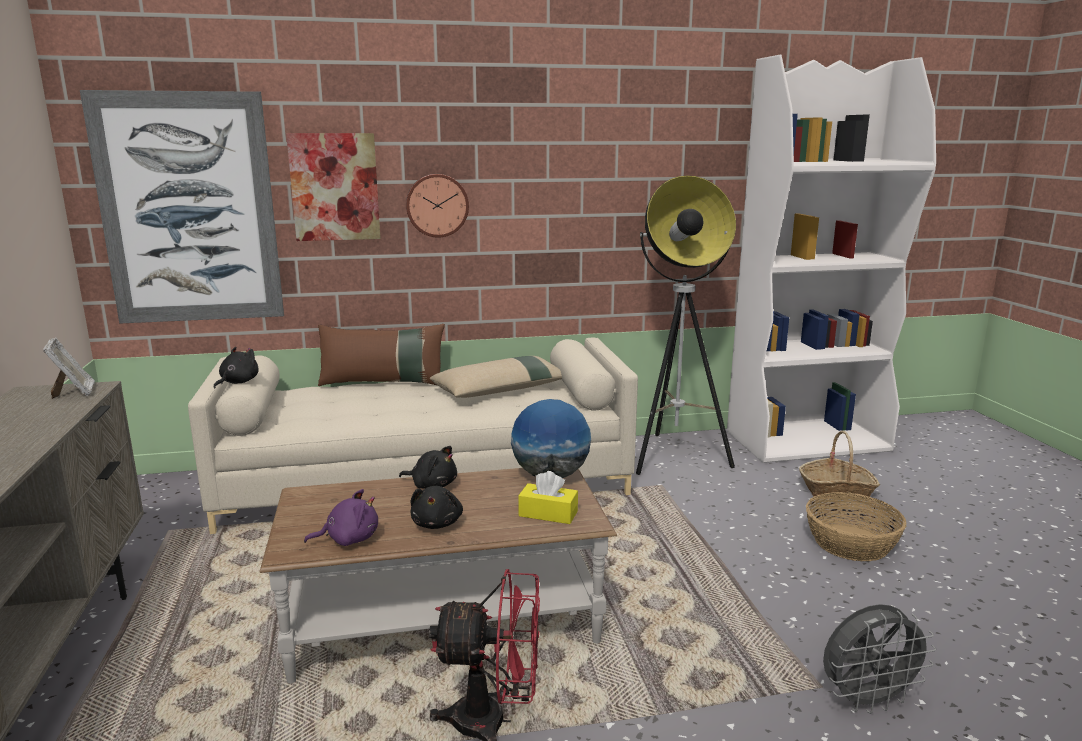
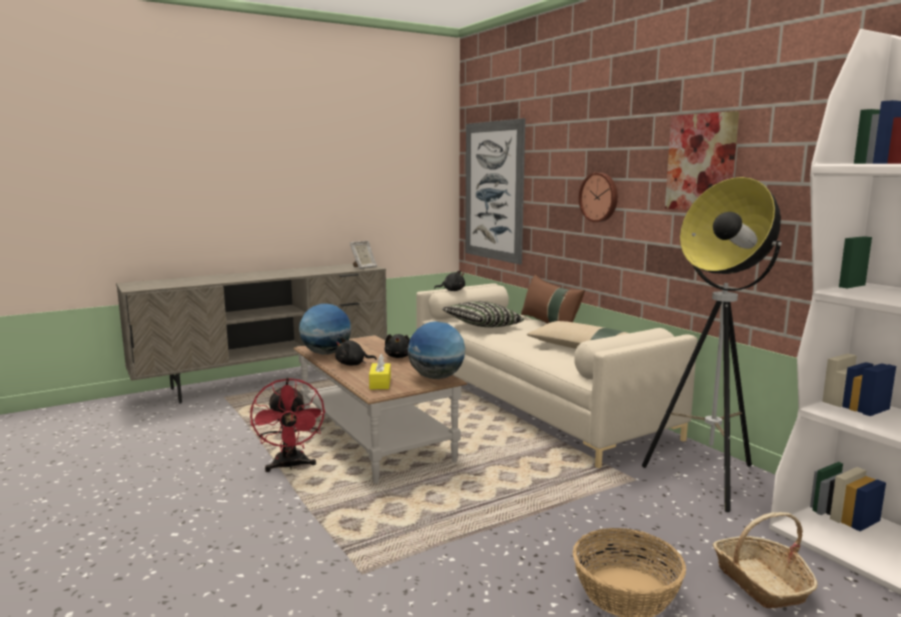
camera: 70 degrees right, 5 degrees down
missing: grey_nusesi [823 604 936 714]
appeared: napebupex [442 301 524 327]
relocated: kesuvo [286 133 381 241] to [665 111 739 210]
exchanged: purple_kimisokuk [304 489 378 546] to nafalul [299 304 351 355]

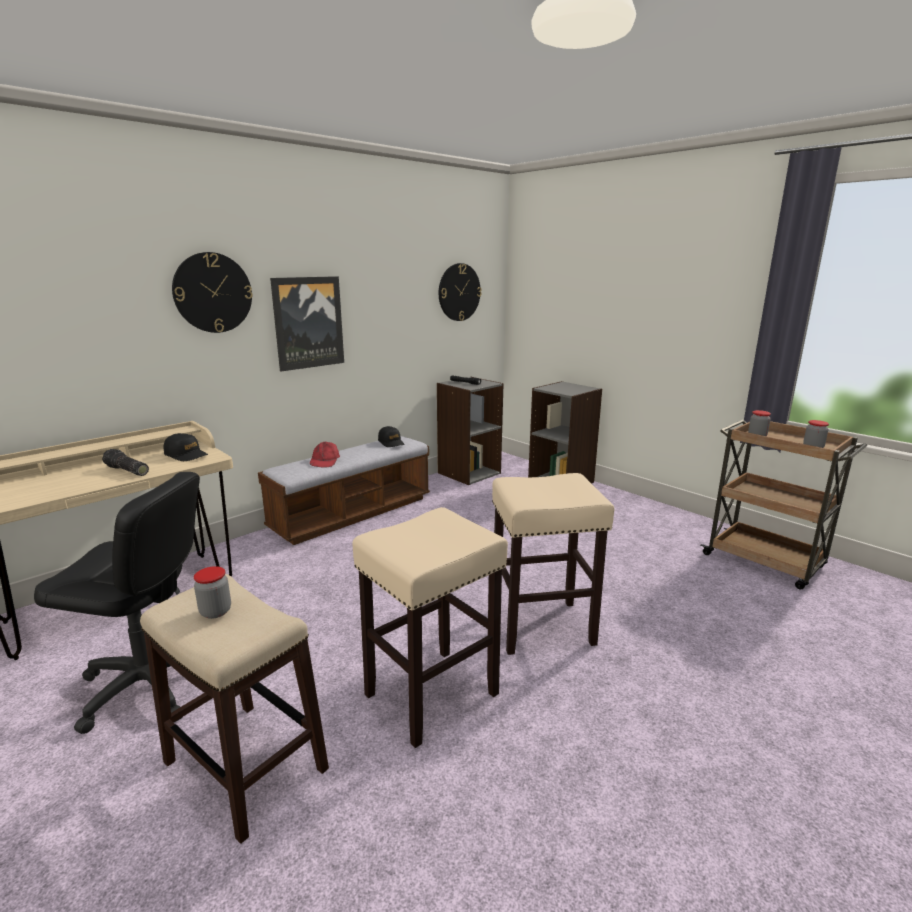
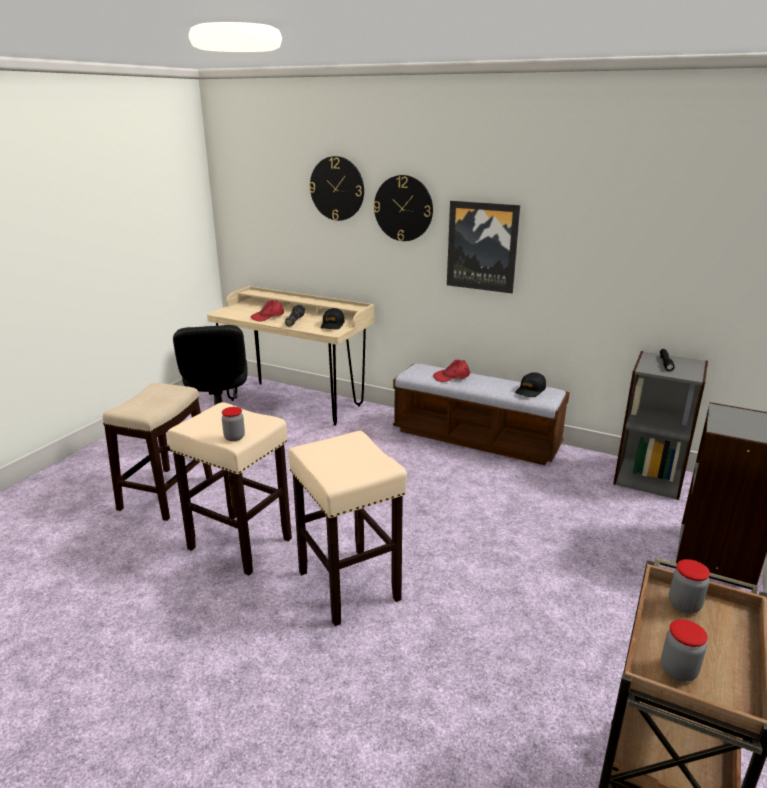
camera: 70 degrees right, 5 degrees up
appeared: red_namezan [251 300 284 322]
relocated: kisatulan [439 263 482 321] to [309 156 364 221]; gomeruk [194 566 231 619] to [222 407 245 441]

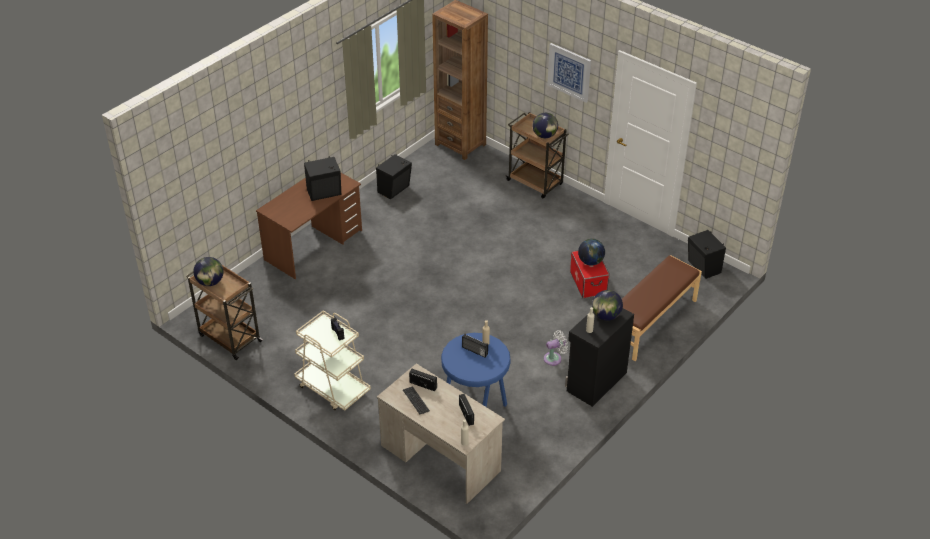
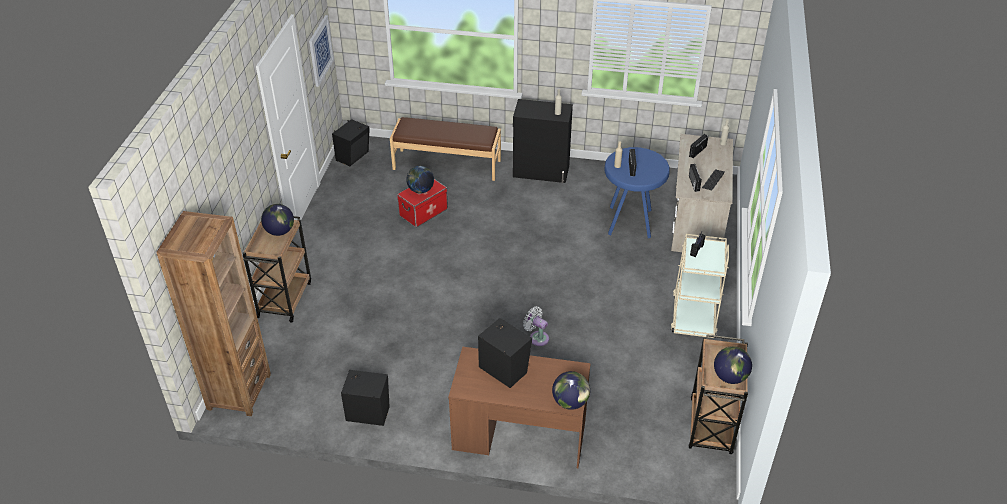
camera: 120 degrees left, 0 degrees up
relocated: kesuvo [547 43 591 103] to [309 15 334 87]; nafalul [592 290 623 321] to [552 371 590 410]; white_nusesi [544 330 568 366] to [523 307 549 346]

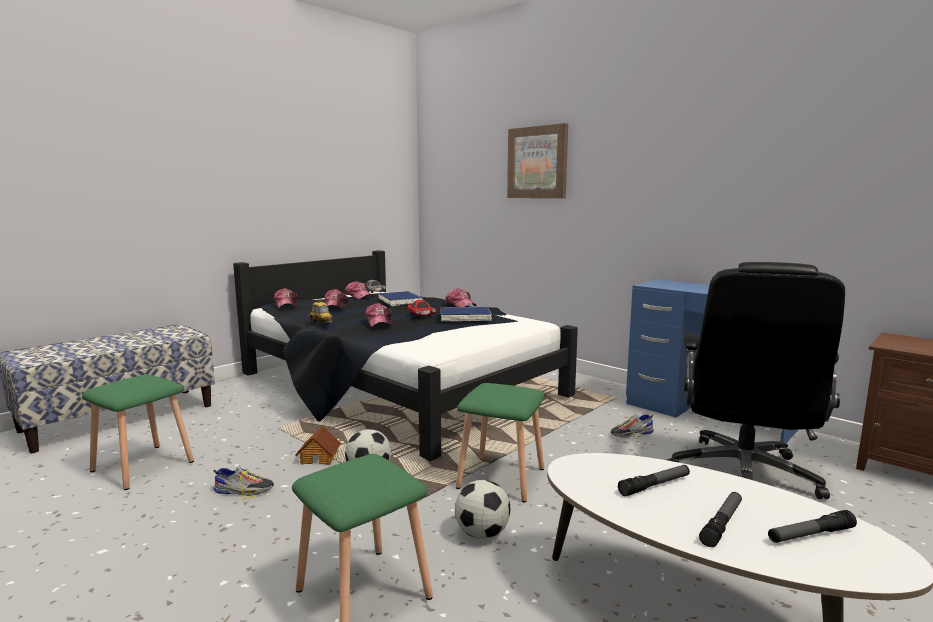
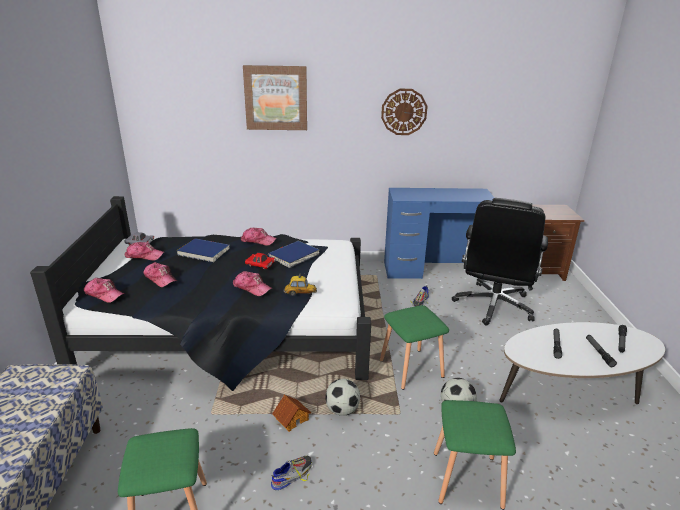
camera: 45 degrees left, 15 degrees up
appeared: kisatulan [381 89 428 135]
relocated: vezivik [308 299 334 325] to [284 273 317 296]
spun: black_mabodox [667 262 845 499] = [452 198 548 326] 45 degrees clockwise

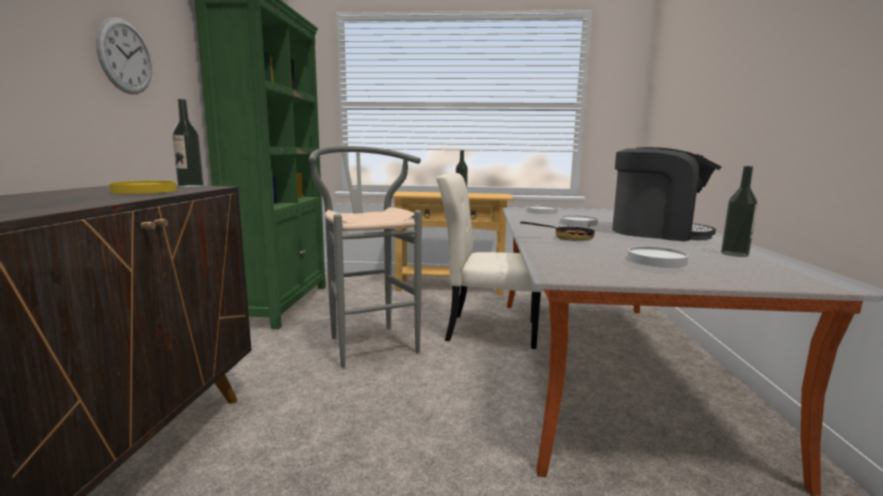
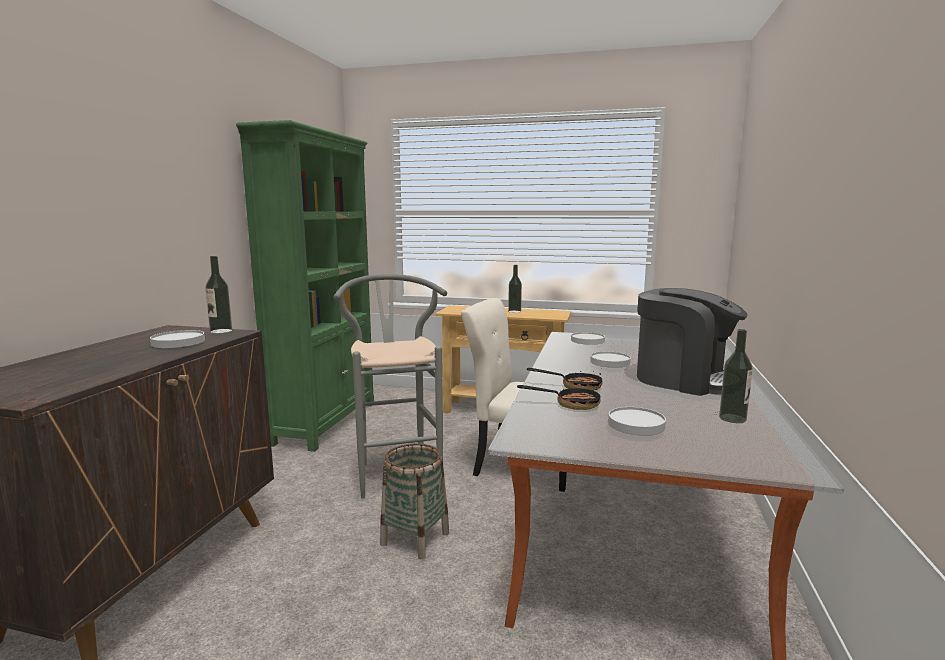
camera: 10 degrees right, 0 degrees up
missing: kisatulan [96 17 152 94]
appeared: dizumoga [517 385 601 410]; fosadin [380 443 449 559]
colour: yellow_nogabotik [109 181 177 194] to white_nogabotik [150 330 205 348]

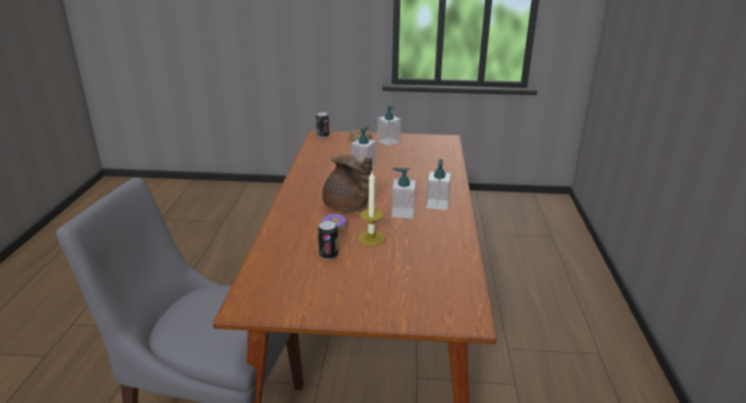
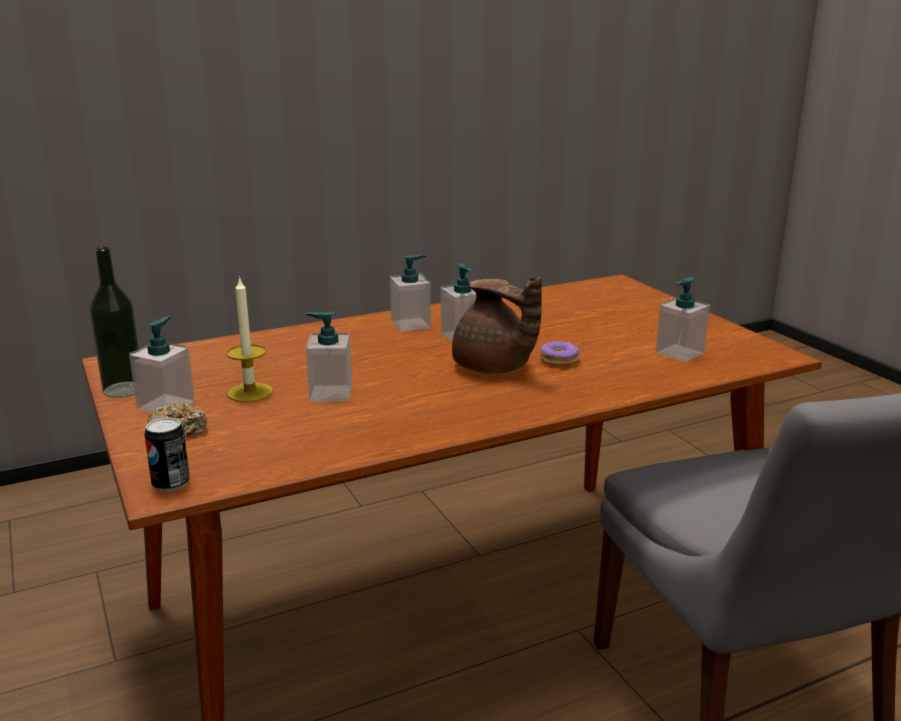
camera: 120 degrees left, 5 degrees down
missing: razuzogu [318 221 338 260]
appeared: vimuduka [90 247 139 398]; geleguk [656 277 710 362]
relocated: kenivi [358 172 385 245] to [226 276 273 402]
spun: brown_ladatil [322 154 372 211] = [452 277 542 373] 120 degrees clockwise

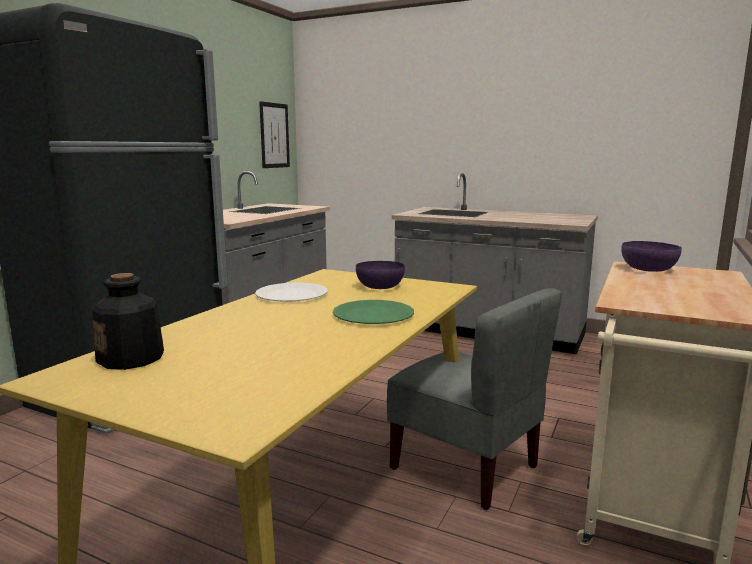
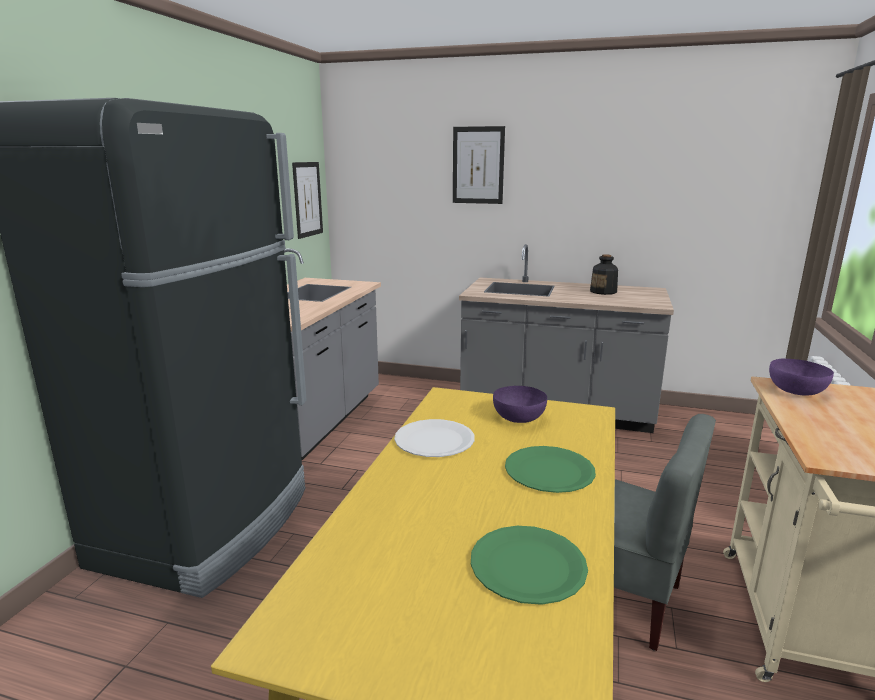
camera: 10 degrees left, 5 degrees up
appeared: kesuvo [453 126 505 204]; green_nogabotik [471 526 588 605]
relocated: vimuduka [92 273 164 370] to [590 254 618 295]

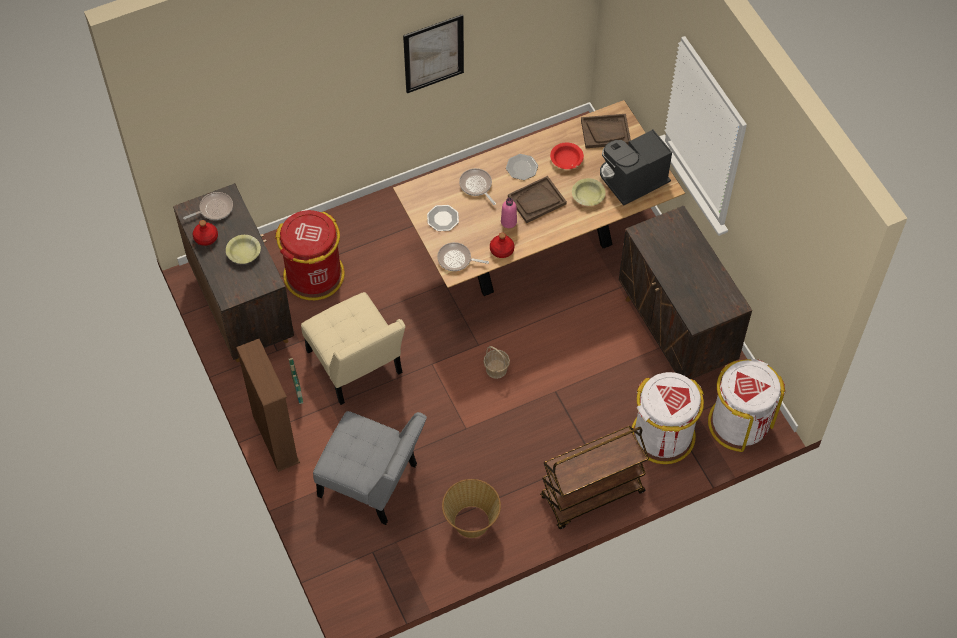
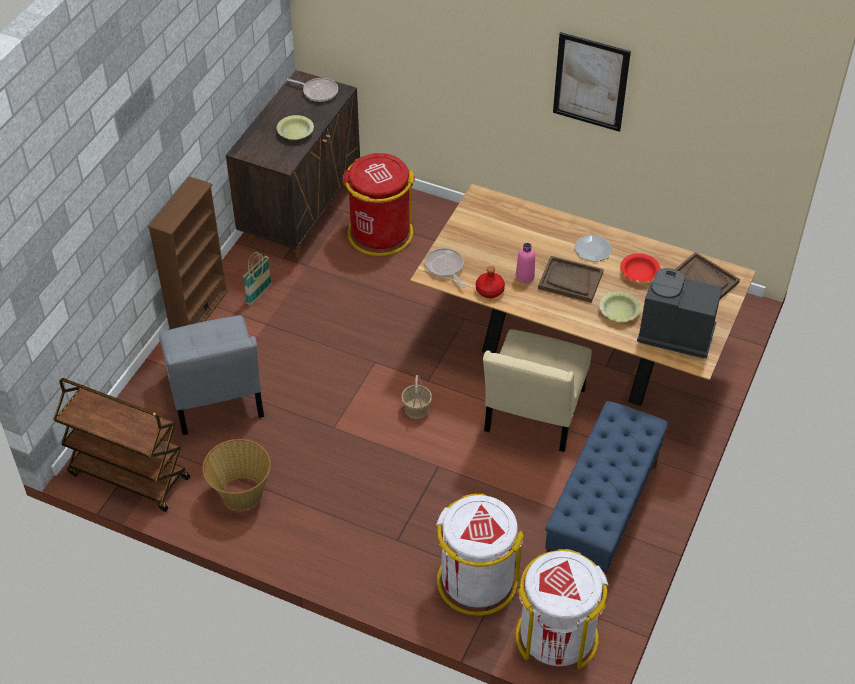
camera: 50 degrees right, 10 degrees down
missing: dizumoga [459 168 496 205]; nogabotik [427 205 459 231]; red_vimuduka [193 220 218 246]
relocated: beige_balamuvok [301 292 405 405] to [483 329 592 452]; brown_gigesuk [540 426 649 529] to [53 378 190 512]
exchanged: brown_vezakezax [619 206 752 379] to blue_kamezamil [545 401 668 591]

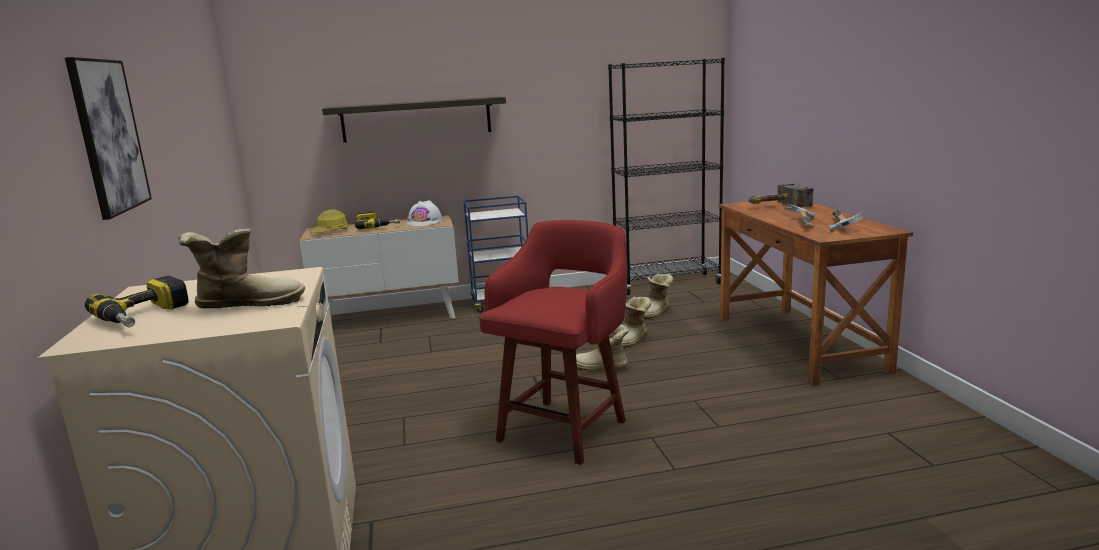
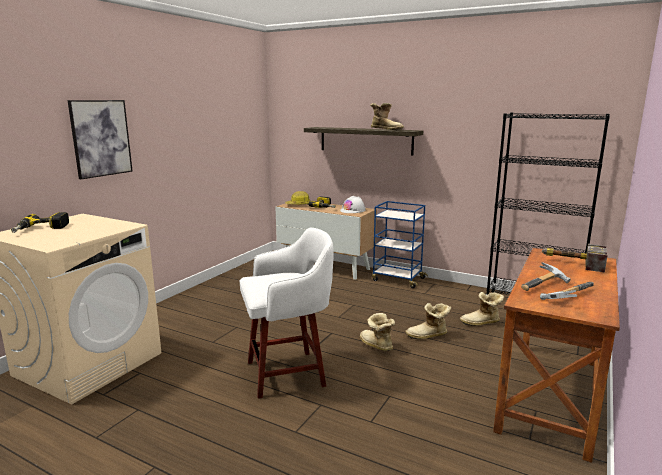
camera: 40 degrees right, 0 degrees up
relocated: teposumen [179 229 305 309] to [370 103 404 130]
colour: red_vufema [479 220 628 465] to white_vufema [240 228 334 399]

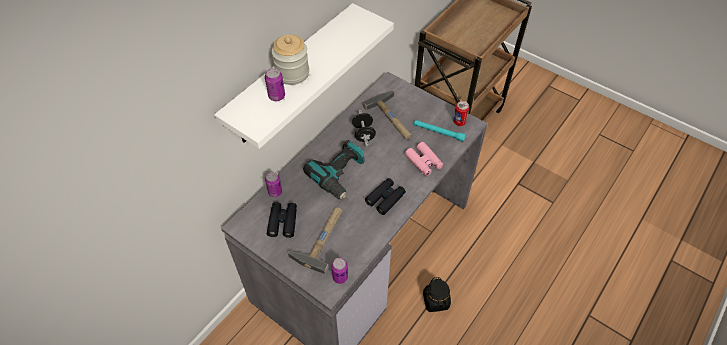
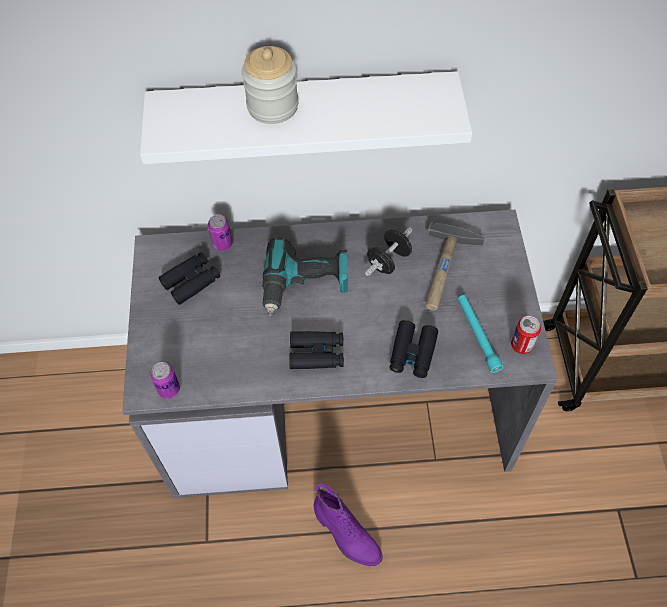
camera: 50 degrees right, 5 degrees up
missing: razuzogu [265 68 285 101]; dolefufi [288 207 342 274]
exchanged: black_gomeruk [423 277 451 312] to purple_teposumen [314 483 383 566]
colour: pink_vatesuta [405 142 443 176] to black_vatesuta [389 320 438 378]

